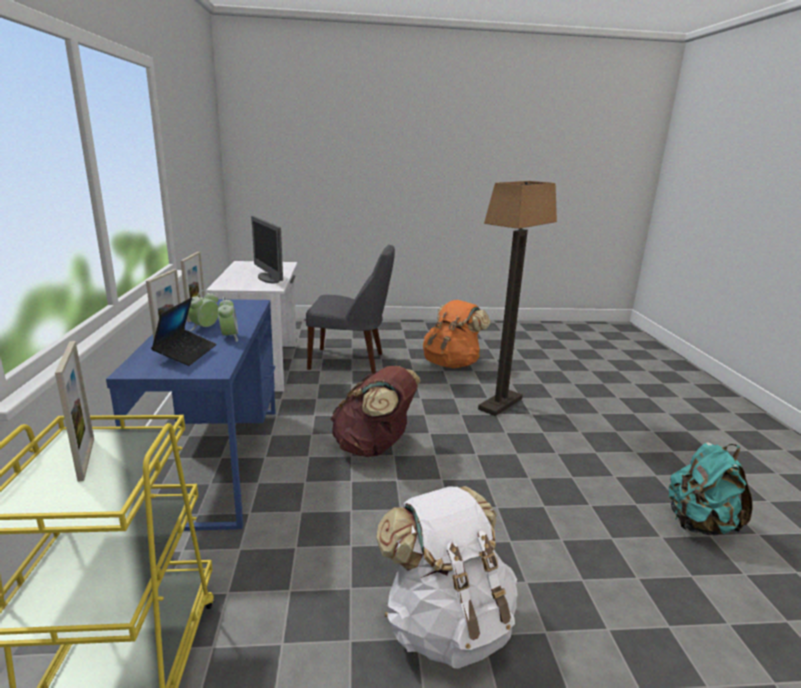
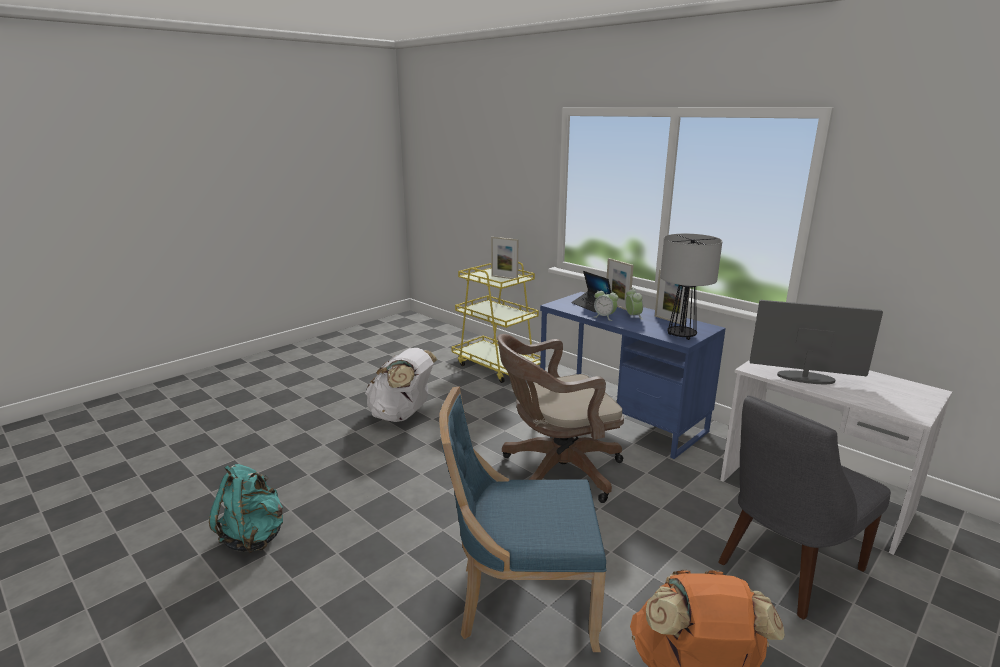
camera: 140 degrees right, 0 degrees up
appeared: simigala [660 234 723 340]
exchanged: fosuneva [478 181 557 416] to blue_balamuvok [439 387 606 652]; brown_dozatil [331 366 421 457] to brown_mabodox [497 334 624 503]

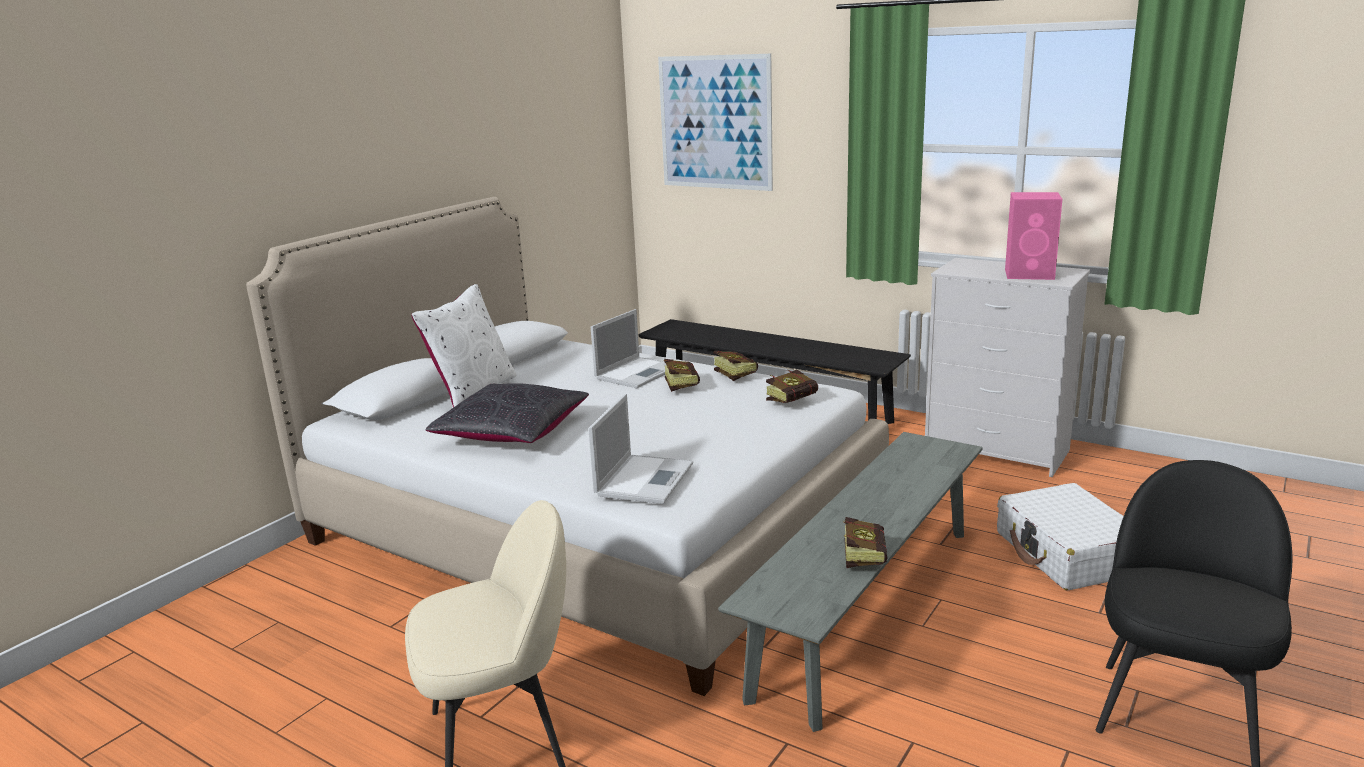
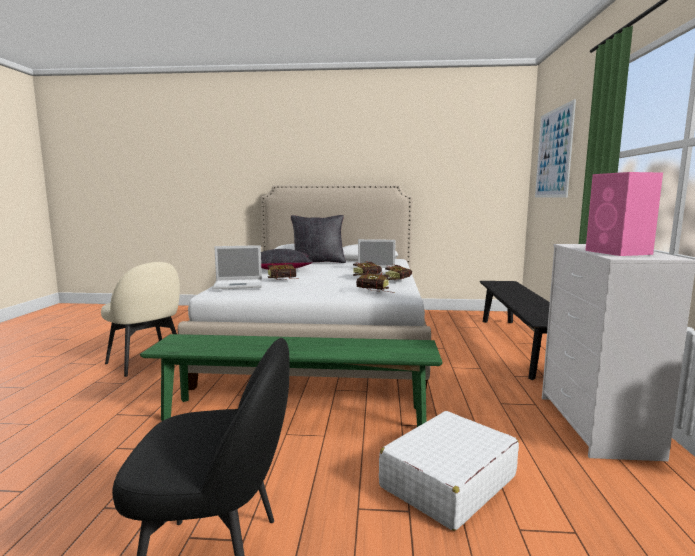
camera: 60 degrees right, 10 degrees down
relocated: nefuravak [843 517 888 568] to [268 263 299 280]
colour: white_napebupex [411 284 517 408] to black_napebupex [291 215 346 263]; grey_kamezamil [718 432 983 732] to green_kamezamil [140 334 443 427]

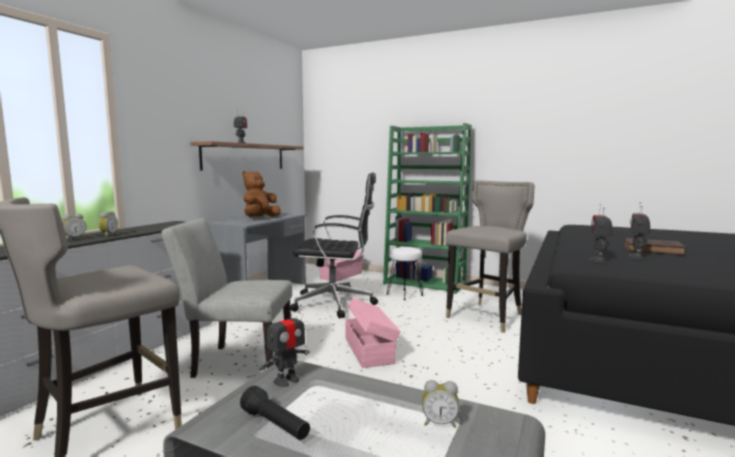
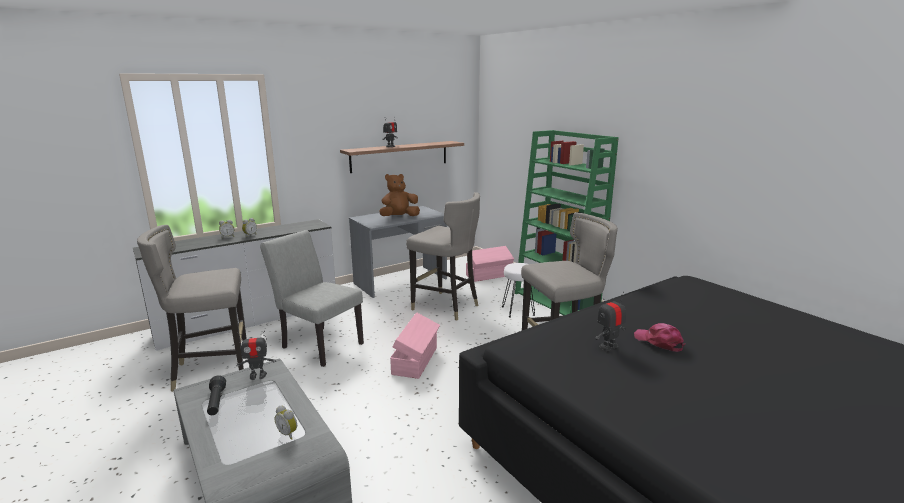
camera: 30 degrees right, 10 degrees up
missing: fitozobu [590 204 612 263]
exchanged: black_mabodox [290 173 378 318] to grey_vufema [406 192 480 321]; brown_nefuravak [624 238 686 255] to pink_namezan [634 323 686 352]

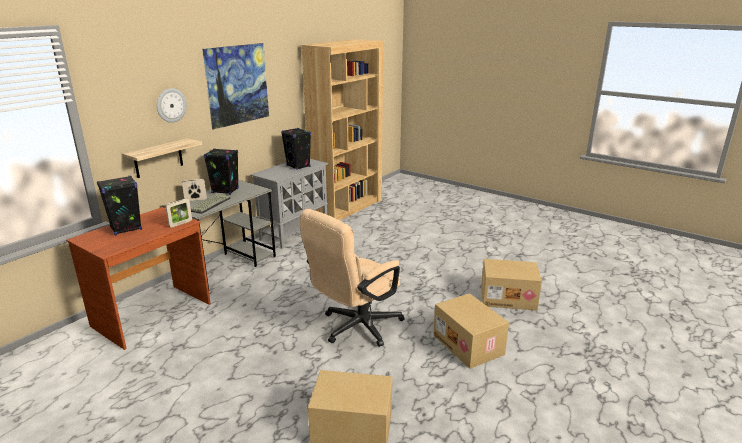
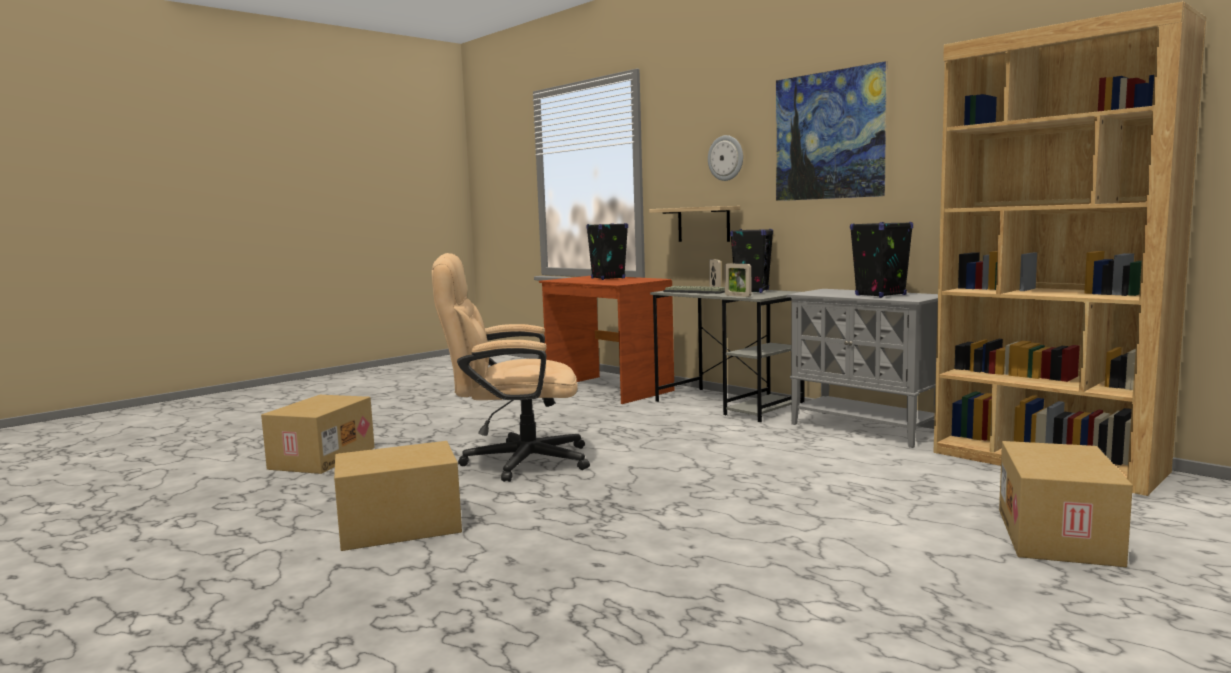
camera: 100 degrees right, 15 degrees down
relocated: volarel [165 198 192 228] to [725 263 751 297]; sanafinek [481 259 542 311] to [999 441 1133 567]
spun: beige_mabodox [300 209 405 347] = [432 253 590 482] 60 degrees counterclockwise

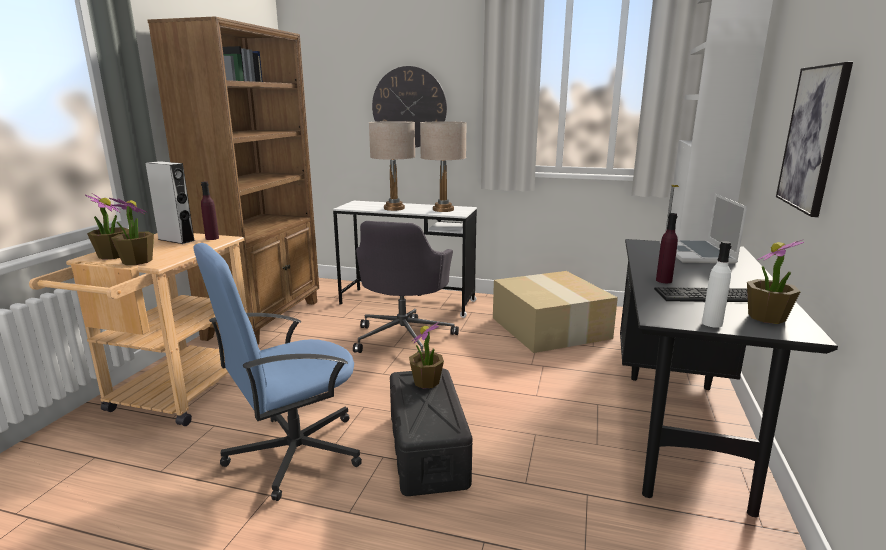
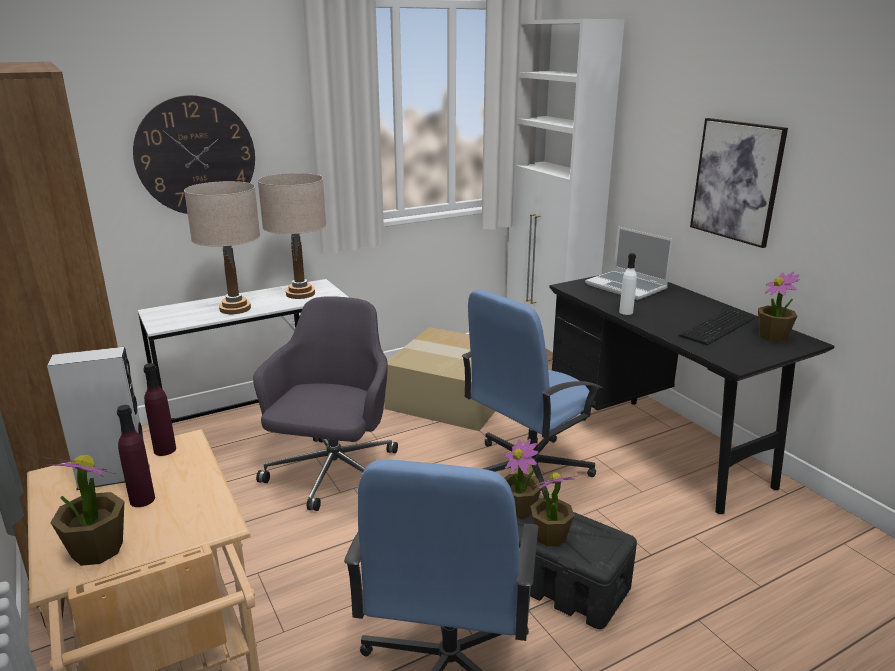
camera: 45 degrees left, 5 degrees up
appeared: blue_mabodox [462 290 602 498]
relocated: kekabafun [109 198 154 265] to [530 472 577 546]; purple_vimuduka [656 213 678 283] to [117 405 155 507]; white_vimuduka [702 241 732 328] to [619 253 637 315]
spun: grey_mabodox [353 221 459 353] = [253 296 398 511] 135 degrees counterclockwise

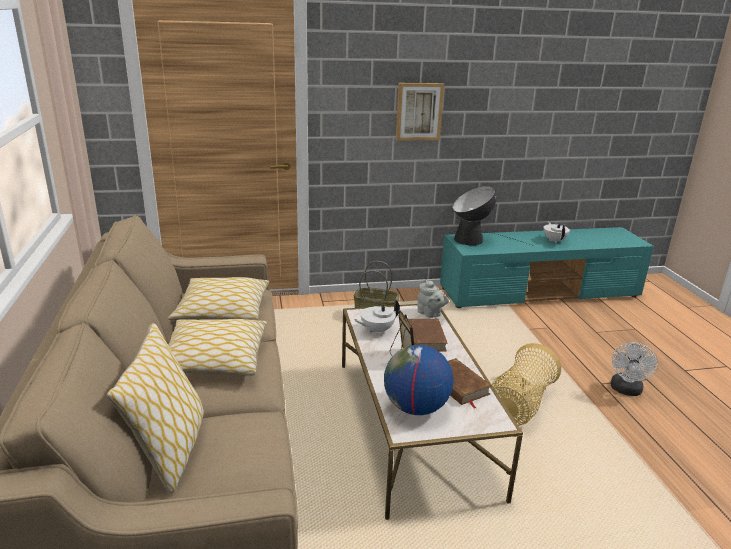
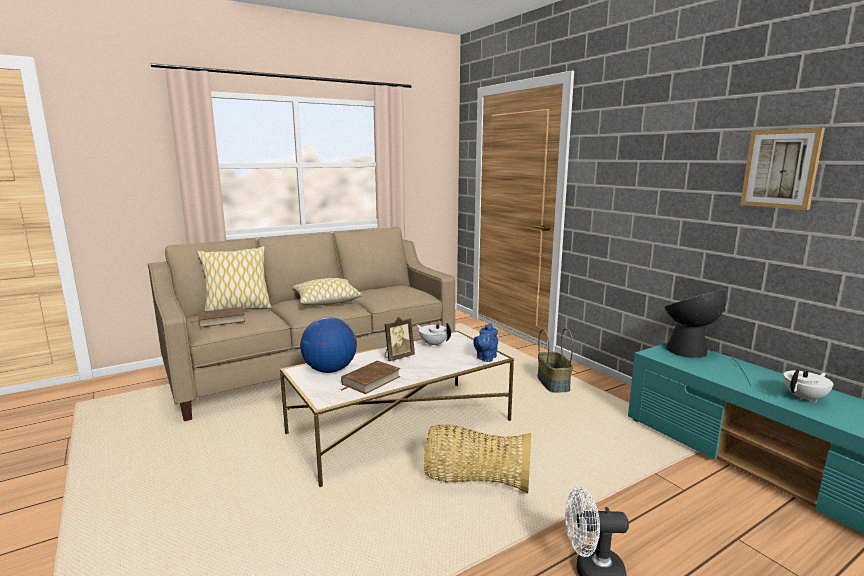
camera: 70 degrees right, 10 degrees down
missing: napebupex [168 277 269 320]
relocated: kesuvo [396 83 444 141] to [740 128 825 210]; brown_nefuravak [408 319 448 352] to [191 307 245 327]
colour: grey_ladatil [417 280 449 318] to blue_ladatil [473 323 498 362]

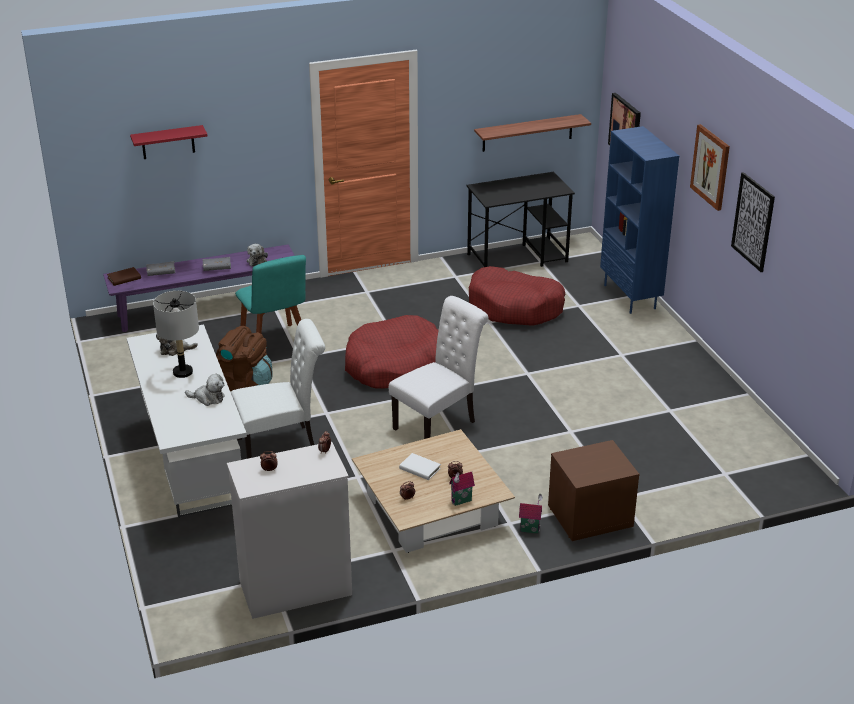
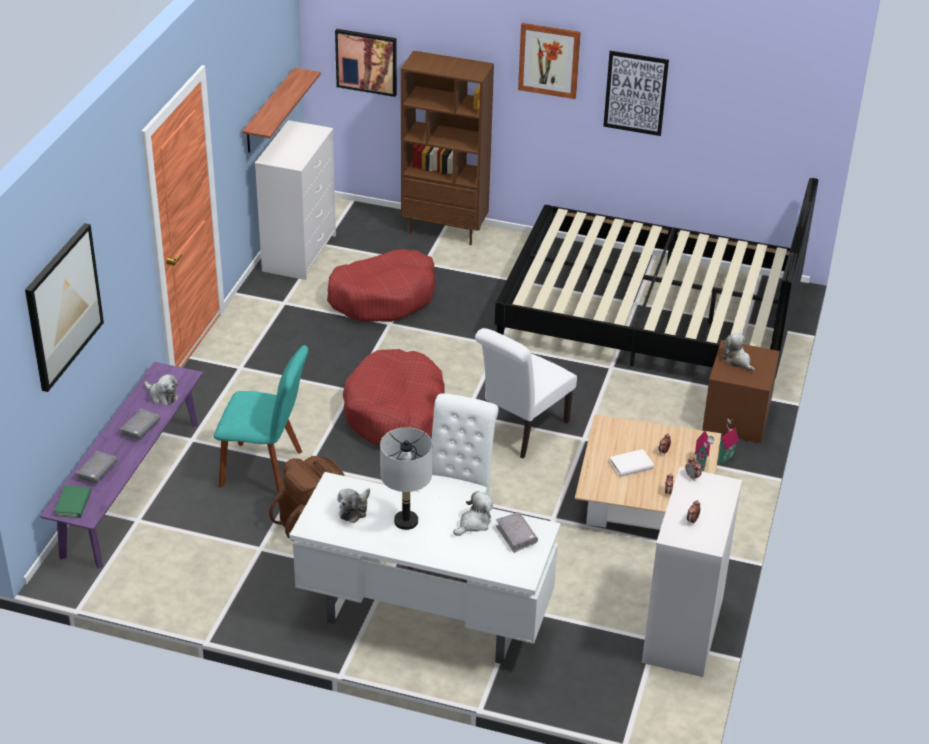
camera: 55 degrees left, 5 degrees up
appeared: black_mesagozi [494 178 818 379]; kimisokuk [722 333 755 372]; grey_nefuravak [496 512 538 553]
exchanged: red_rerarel [130 125 207 159] to kesuvo [25 223 104 392]; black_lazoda [467 172 575 267] to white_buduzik [255 120 336 280]
colour: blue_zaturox [600 126 679 314] to brown_zaturox [401 51 494 245]; brown_nefuravak [107 267 141 286] to green_nefuravak [54 485 91 518]
spun: white_balamuvok [389 296 488 439] = [475 328 577 459] 135 degrees counterclockwise

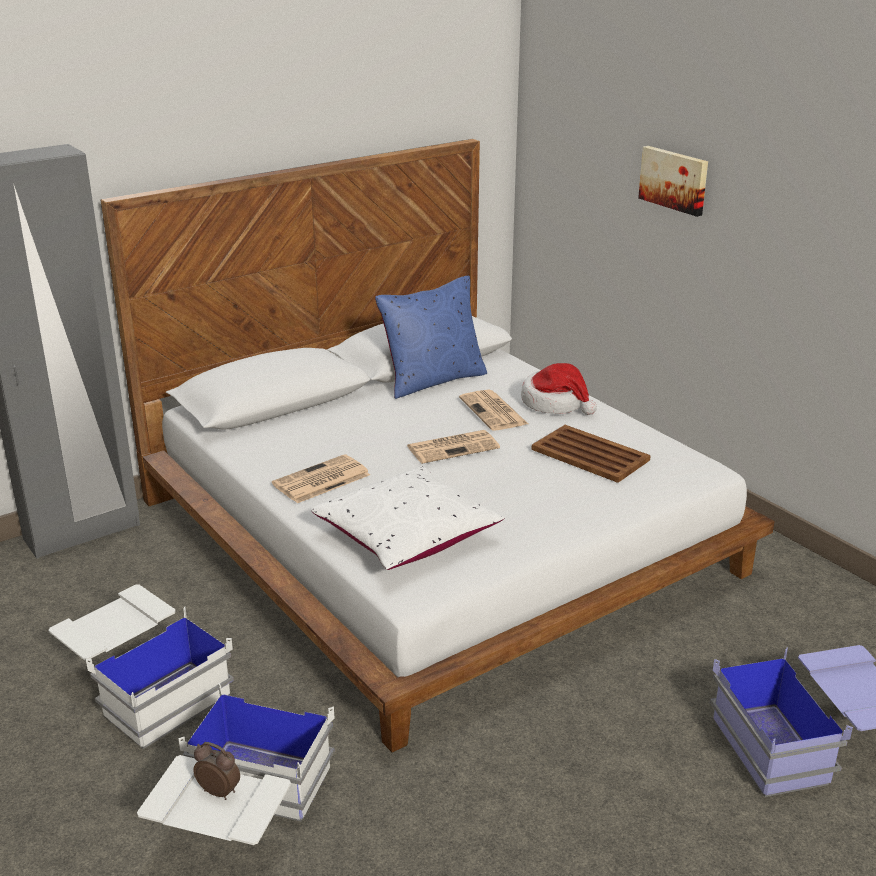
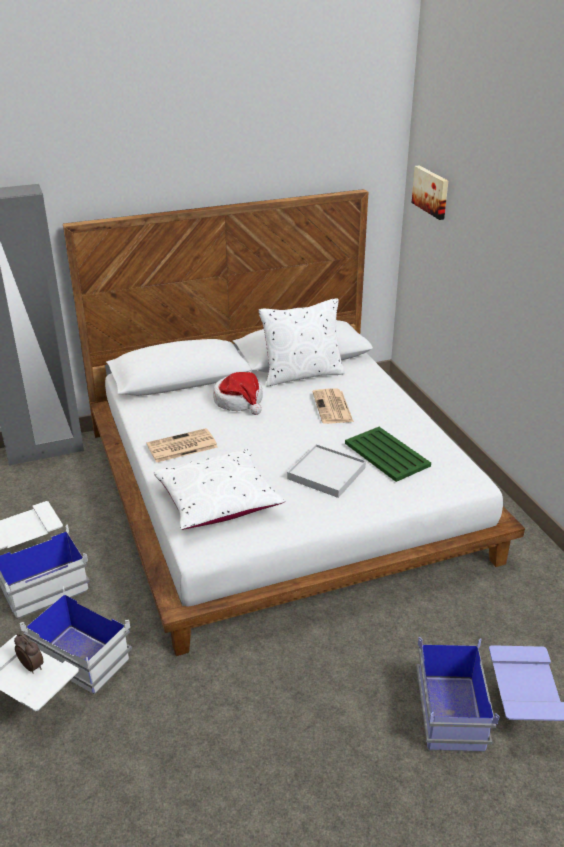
camera: 15 degrees right, 5 degrees up
missing: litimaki [407 430 500 464]
appeared: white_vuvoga [287 444 366 498]
relocated: kesuvo [638 146 708 217] to [412 165 448 220]; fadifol [521 363 597 415] to [213 372 263 415]
colour: blue_napebupex [375 276 487 399] to white_napebupex [259 298 345 386]; brown_vuvoga [531 425 651 483] to green_vuvoga [345 427 431 482]

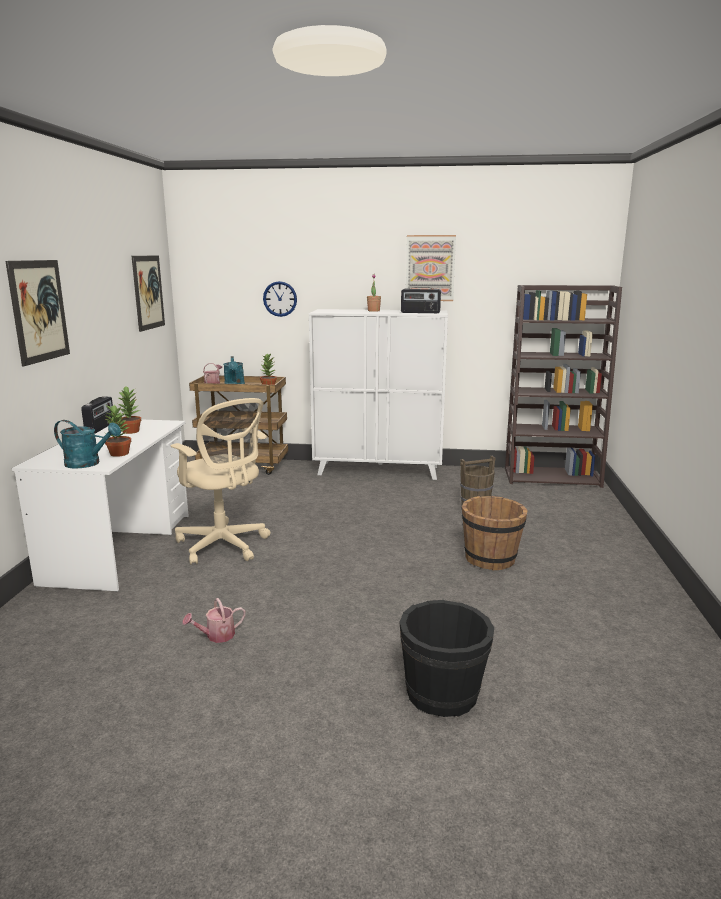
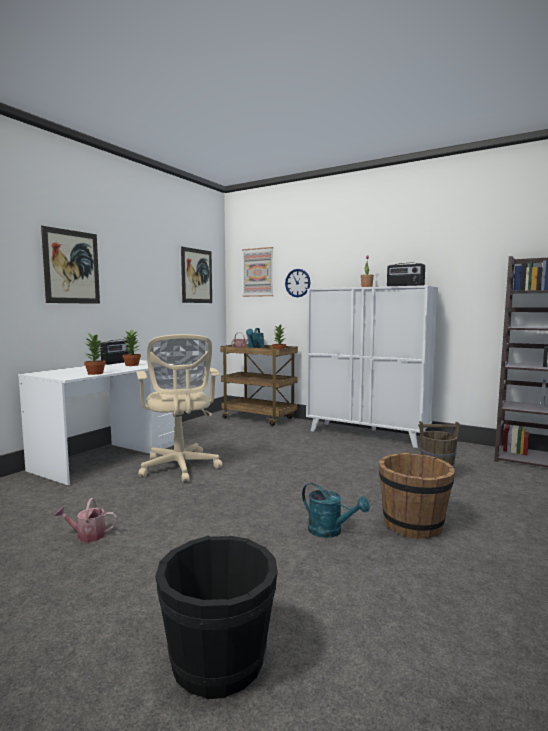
camera: 25 degrees right, 10 degrees down
relocated: kesuvo [406 235 456 301] to [242 247 273 297]; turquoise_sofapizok [54 420 121 469] to [302 483 370 538]

